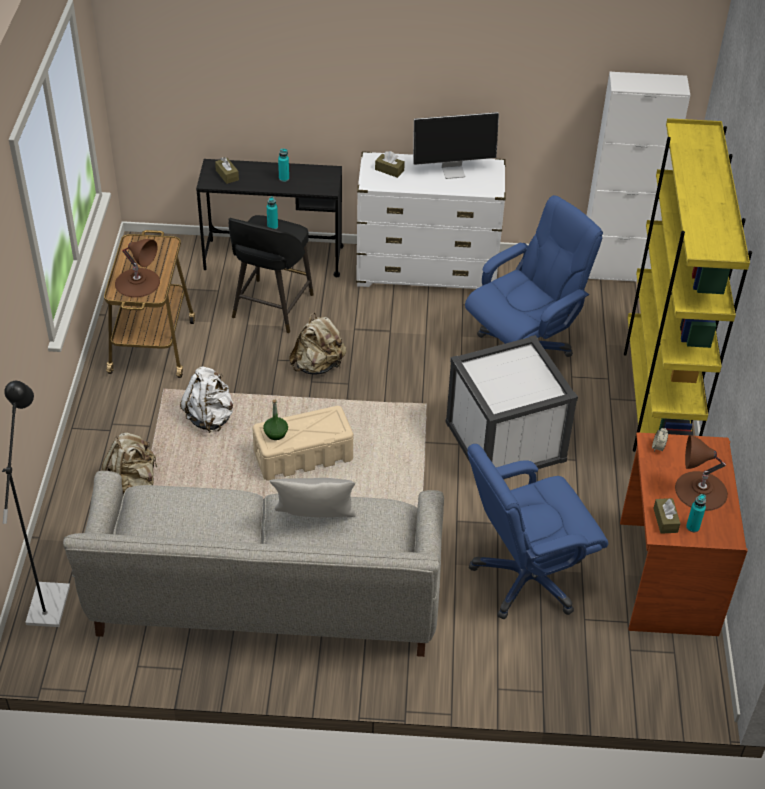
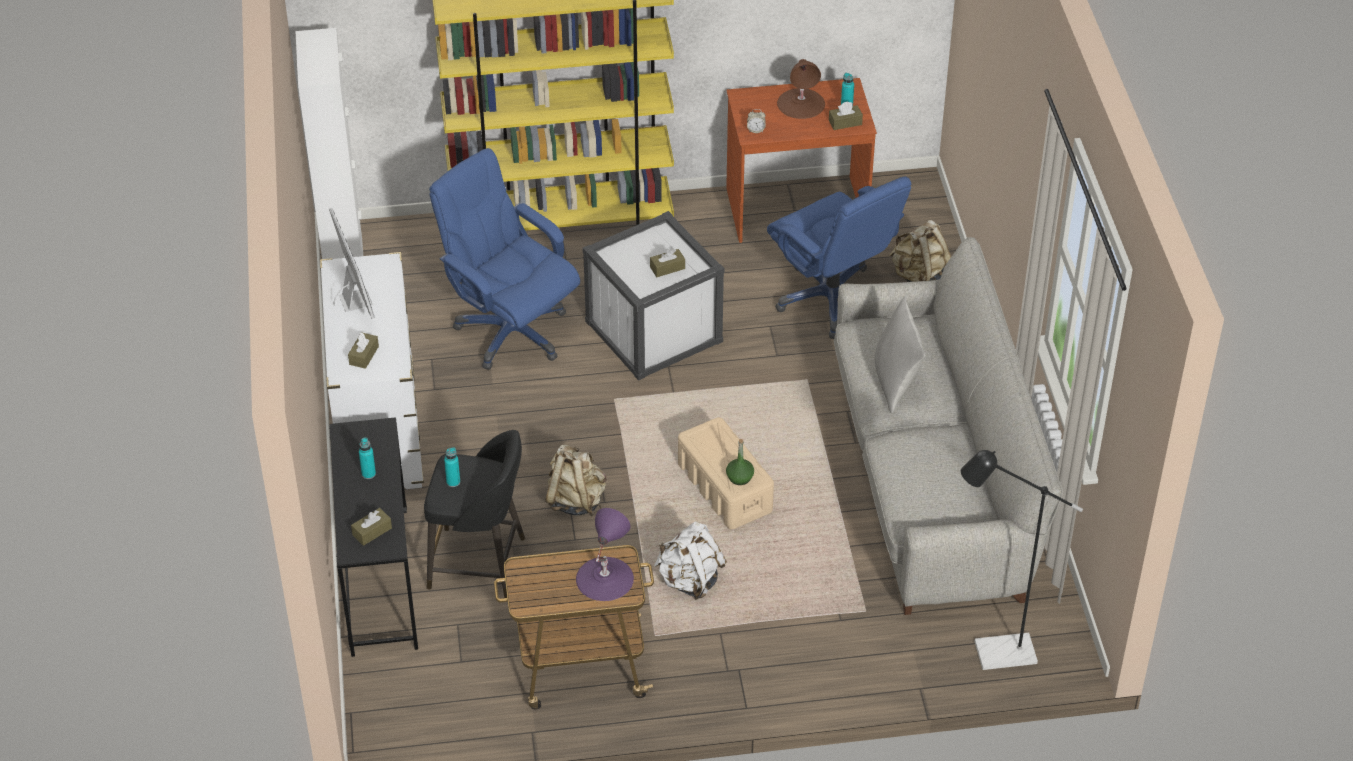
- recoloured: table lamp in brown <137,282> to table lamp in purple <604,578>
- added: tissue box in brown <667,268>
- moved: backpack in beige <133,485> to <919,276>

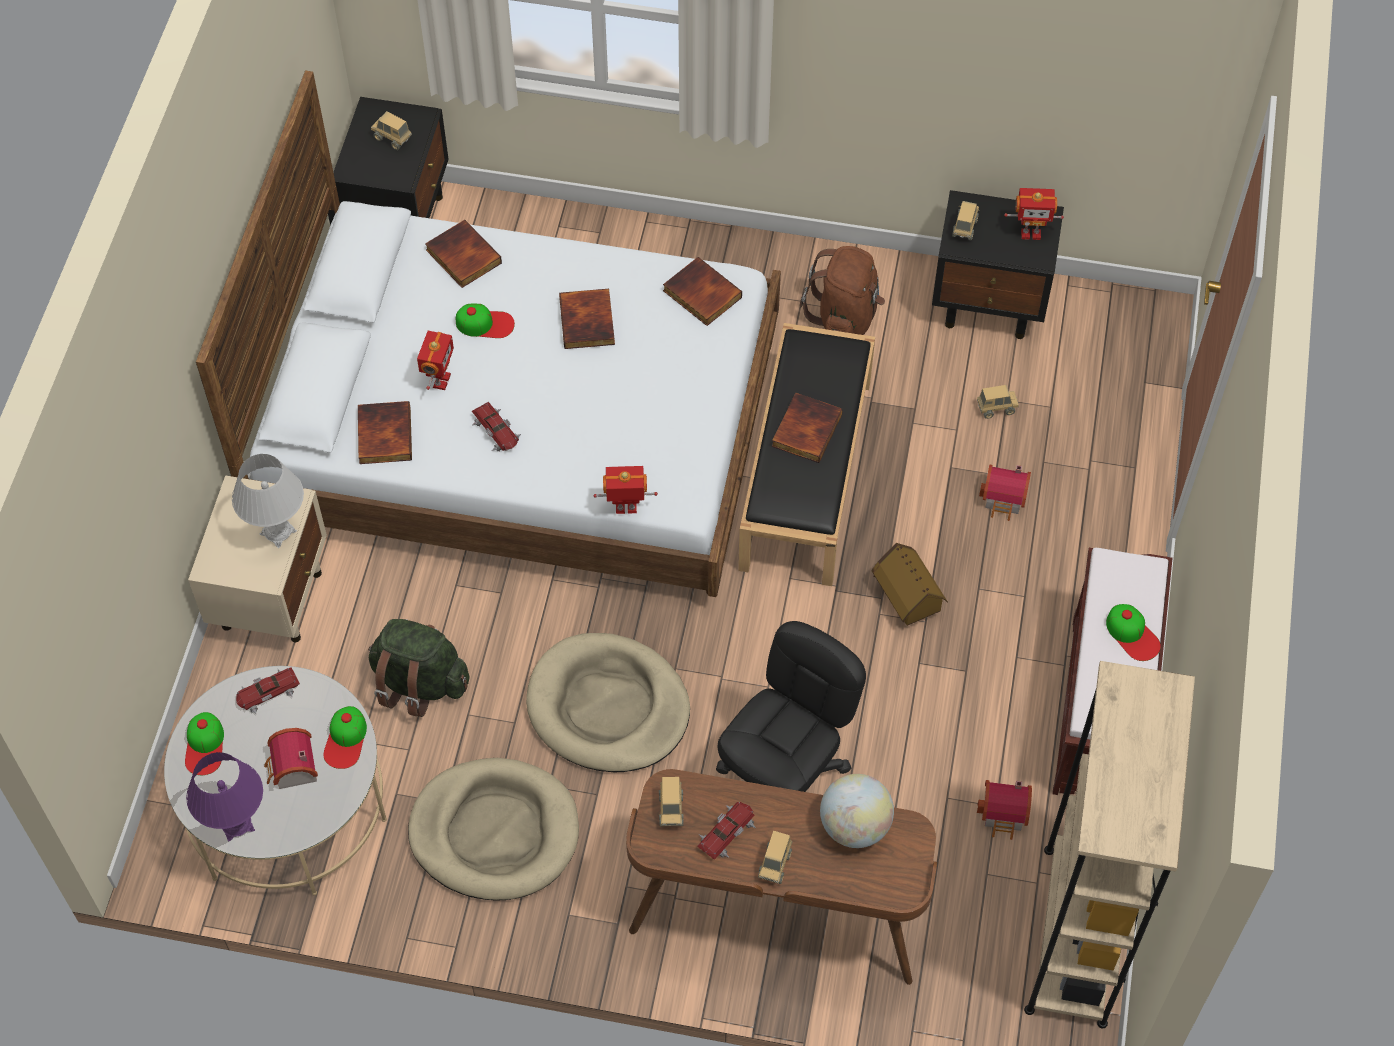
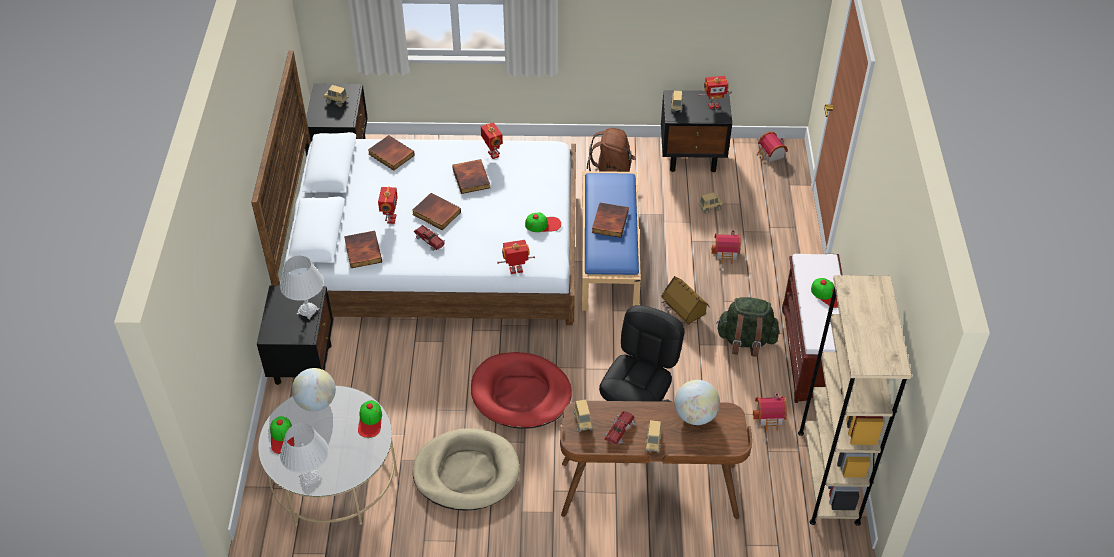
- recoloured: nightstand in beige <272,598> to nightstand in black <303,363>
- recoloured: table lamp in purple <237,824> to table lamp in white <311,478>
- replaced: toy car <268,693> to globe <316,402>
- moved: book <701,294> to <435,213>
- recoloured: dog bed in beige <608,707> to dog bed in red <520,393>
- added: toy robot <492,155>
- moved: cap <485,323> to <543,224>
- recoloured: bench in black <805,472> to bench in blue <608,254>
- moved: backpack in green <419,683> to <746,341>
- moved: toy house <292,770> to <770,155>

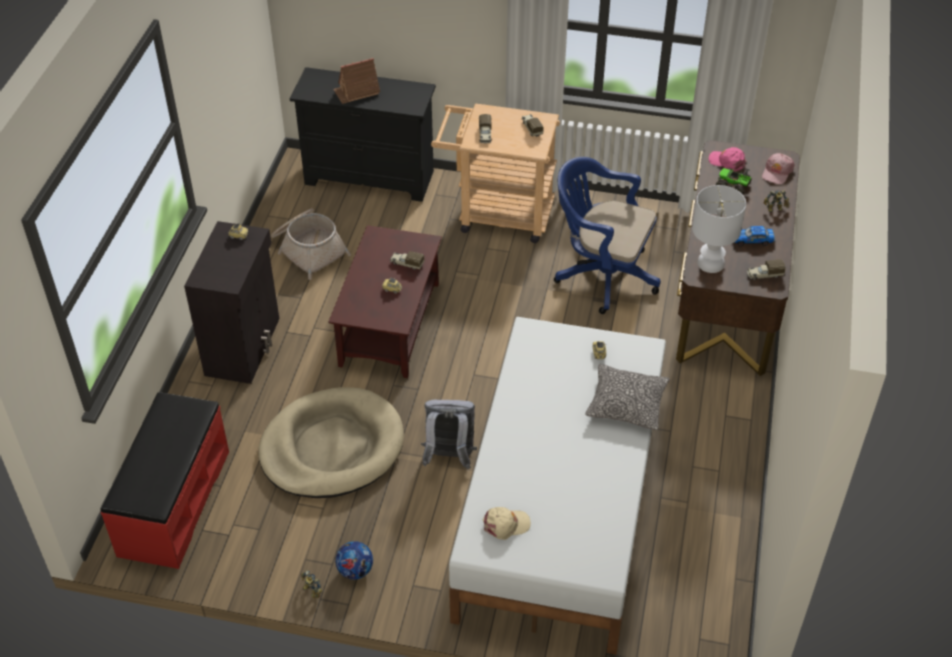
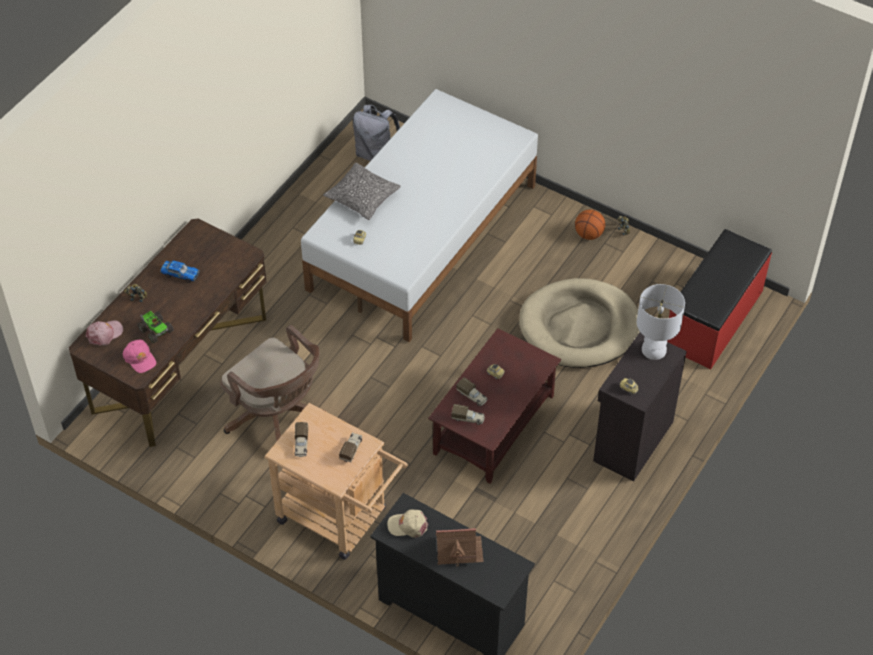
- recoloured: office chair in blue <601,275> to office chair in brown <278,418>
- moved: backpack in grey <449,457> to <376,154>
- moved: cap in beige <506,525> to <408,525>
- moved: toy truck <764,275> to <468,418>
- replaced: football <355,570> to basketball <589,234>
- moved: table lamp in white <710,264> to <654,349>
- removed: basket <308,249>

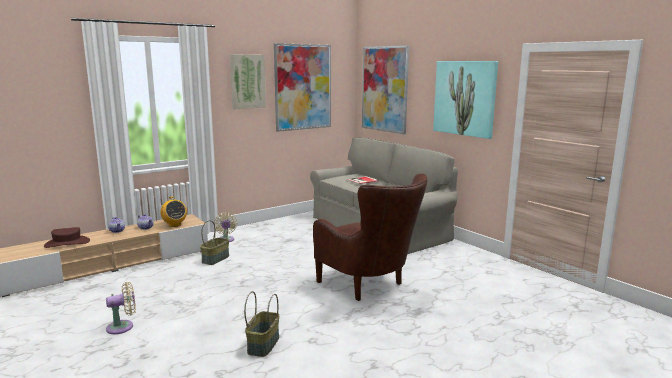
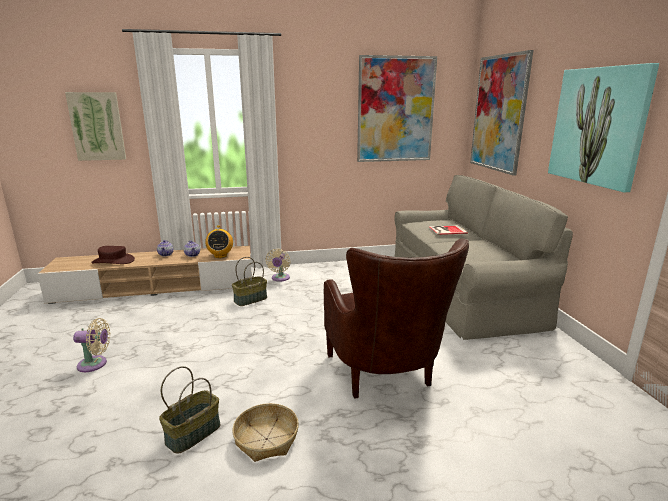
- moved: picture <247,81> to <97,126>
- added: basket <266,439>

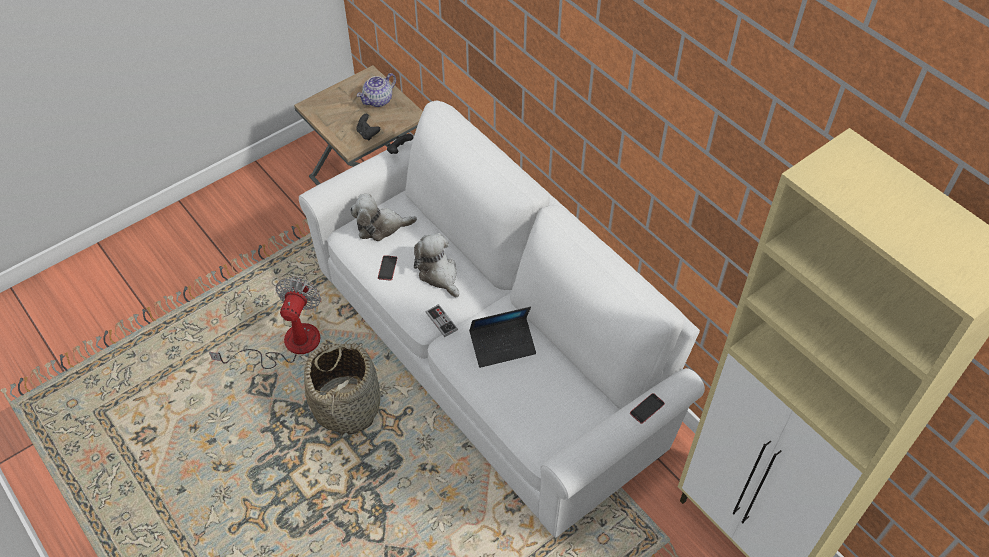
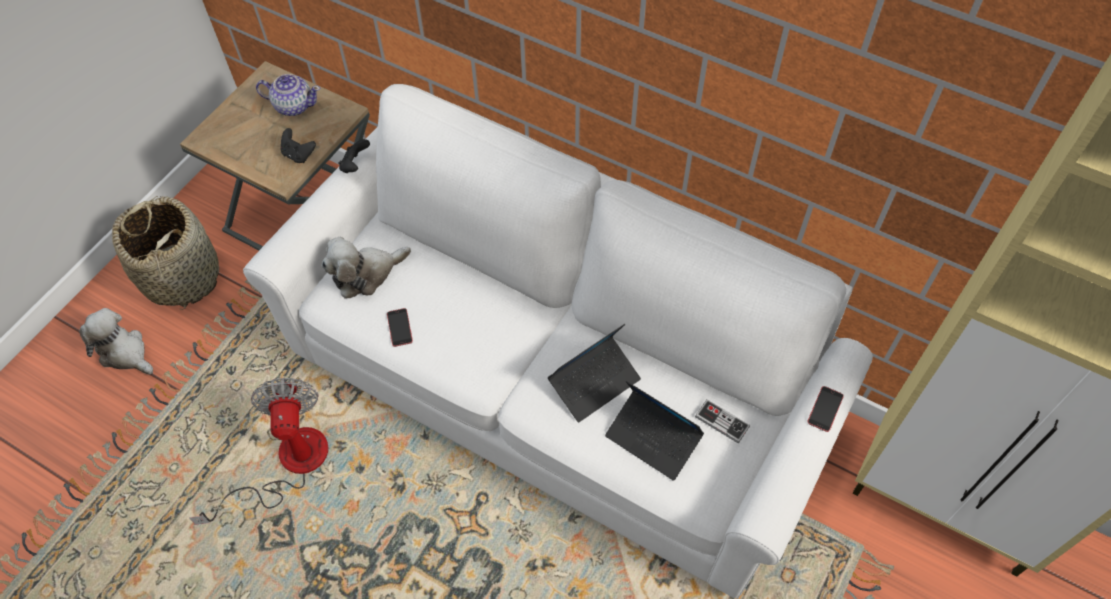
- moved: plush toy <439,274> to <124,352>
- moved: basket <347,405> to <181,276>
- turned: teapot <378,100> = <293,105> 105 degrees counterclockwise
- added: laptop <653,439>
- moved: game controller <441,321> to <722,422>

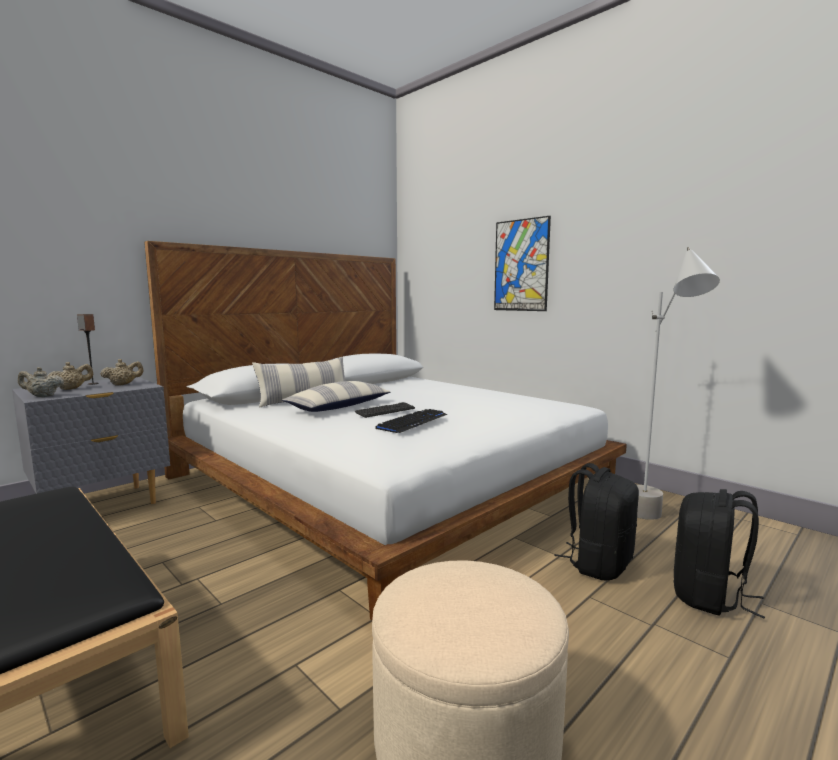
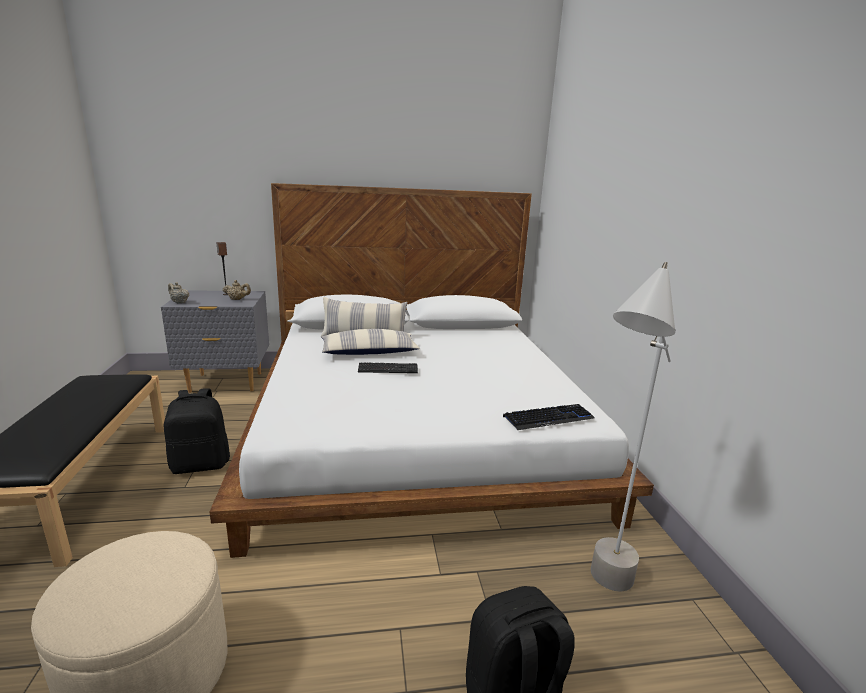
- moved: backpack in black <598,564> to <201,464>
- moved: keyboard <413,422> to <548,418>
- removed: teapot in beige <72,389>
- removed: picture <521,265>

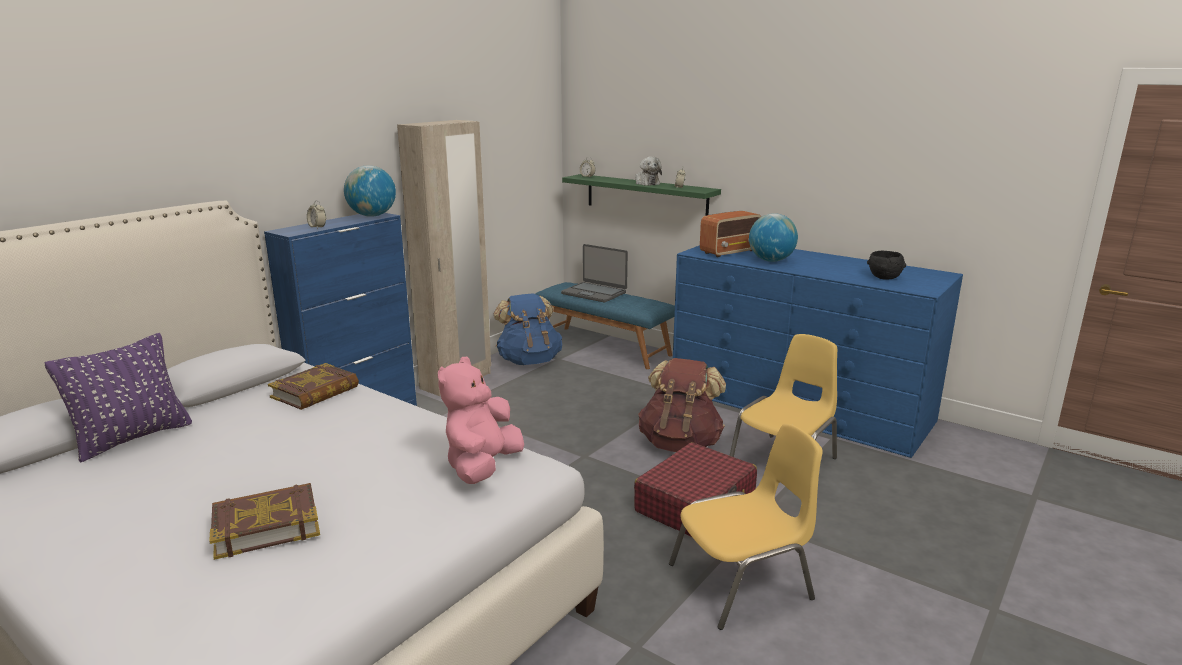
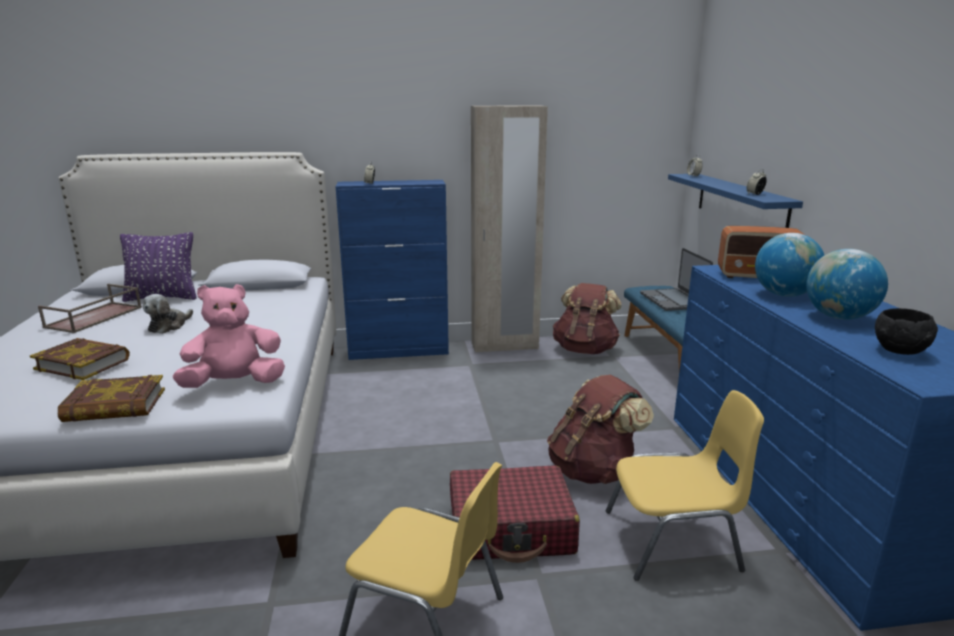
- added: tray in brown <94,317>
- moved: book <315,392> to <115,406>
- moved: plush toy <646,183> to <169,326>
- recoloured: backpack in blue <529,361> to backpack in brown <585,350>
- recoloured: shelf in green <646,197> to shelf in blue <740,204>
- moved: globe <372,216> to <838,317>

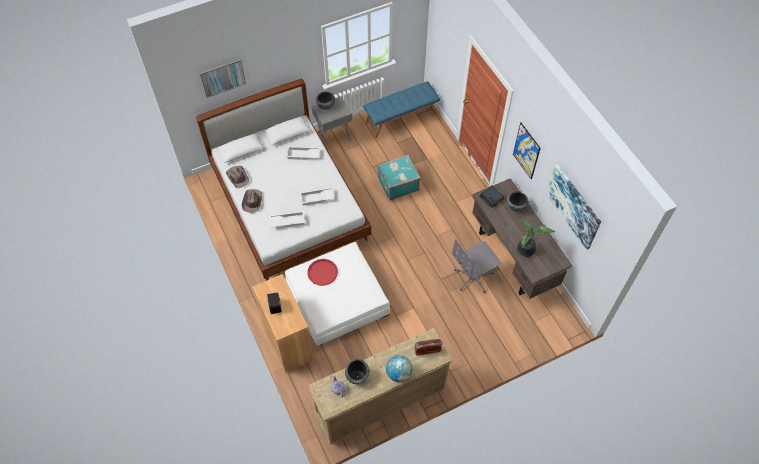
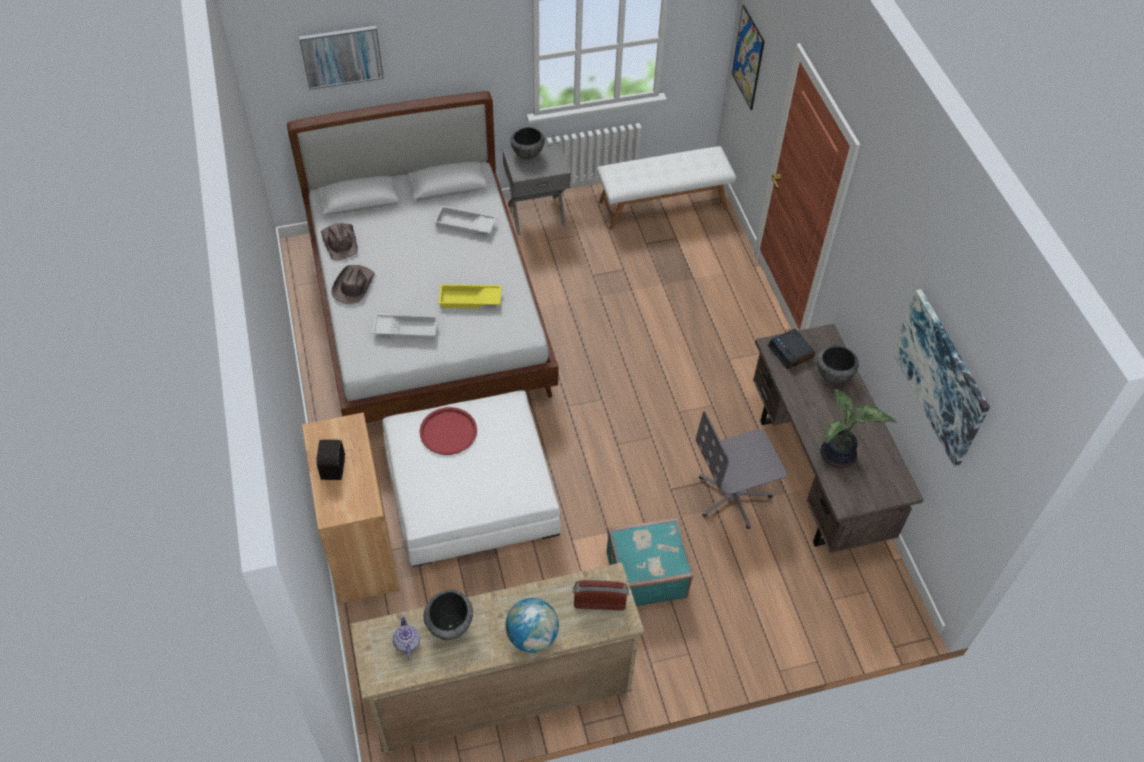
- recoloured: tray in white <317,198> to tray in yellow <470,300>
- recoloured: bench in blue <401,118> to bench in white <662,204>
- moved: suitcase in turquoise <397,184> to <645,574>
- moved: picture <526,151> to <748,58>

